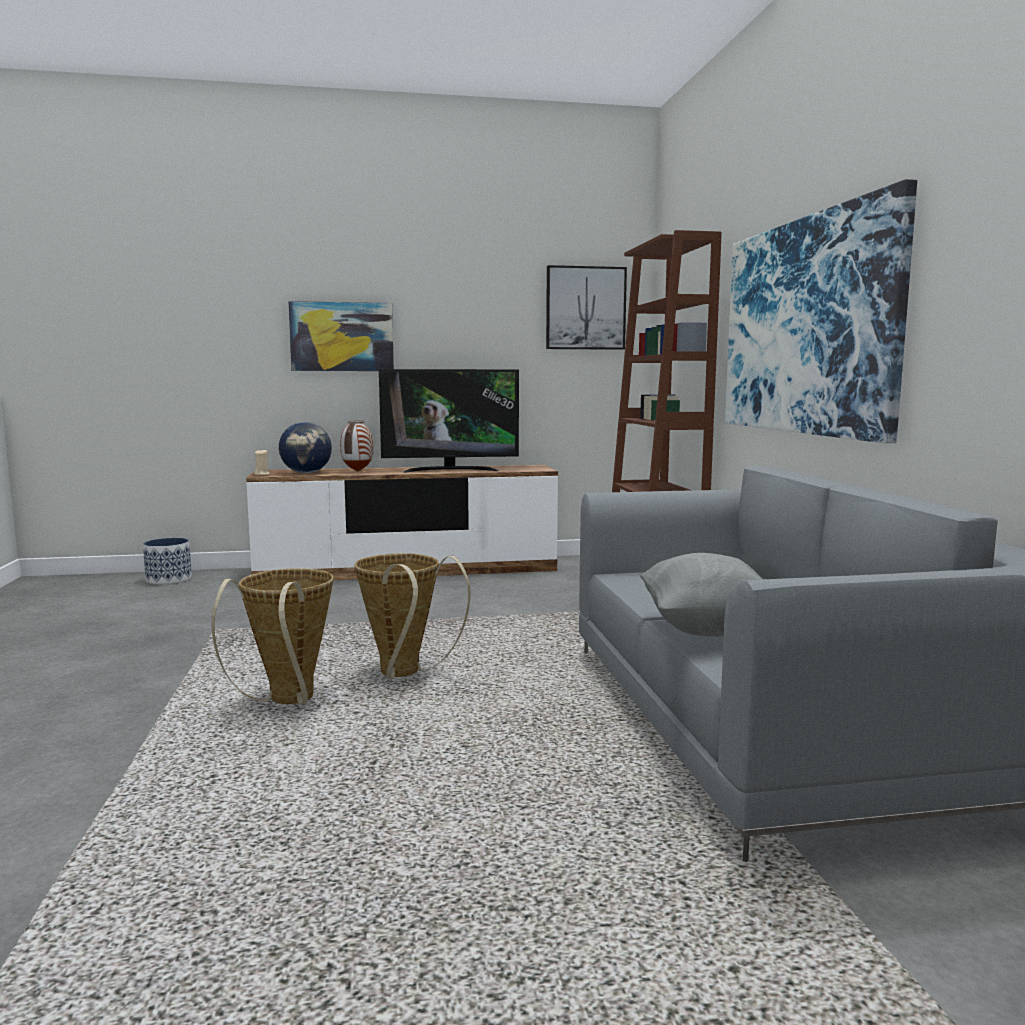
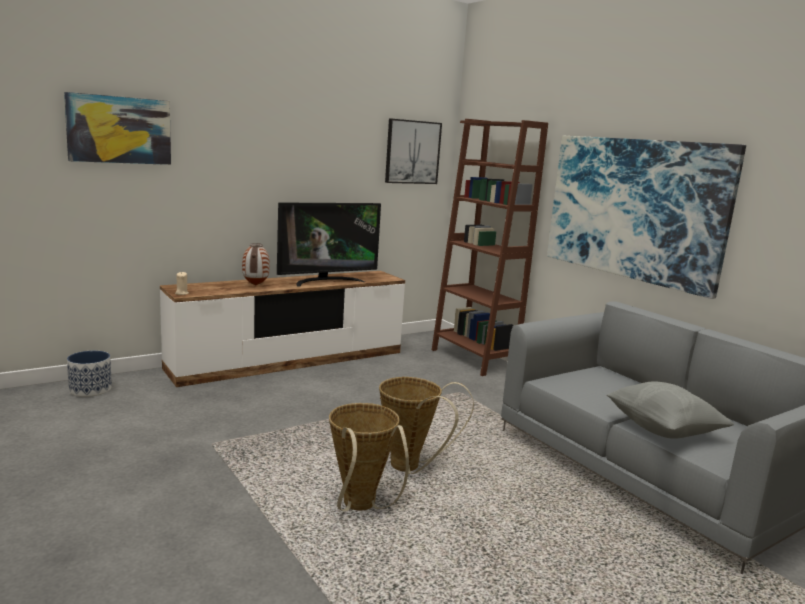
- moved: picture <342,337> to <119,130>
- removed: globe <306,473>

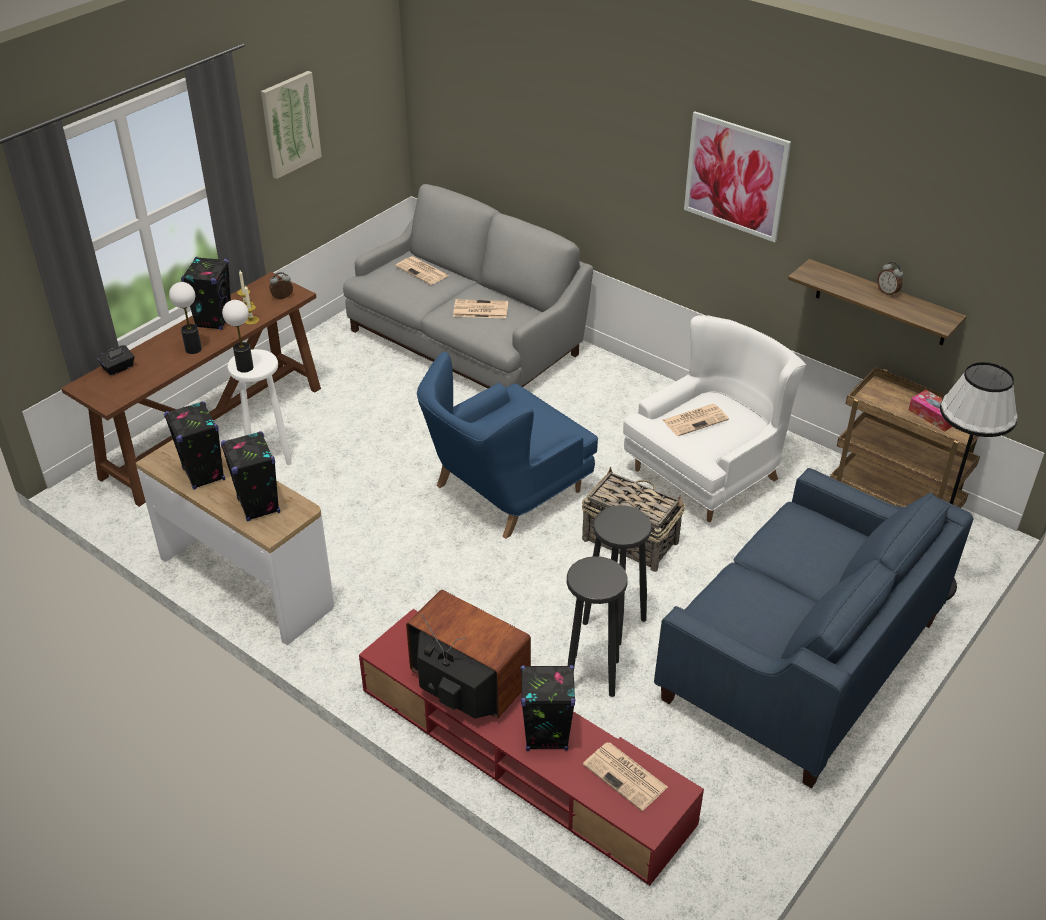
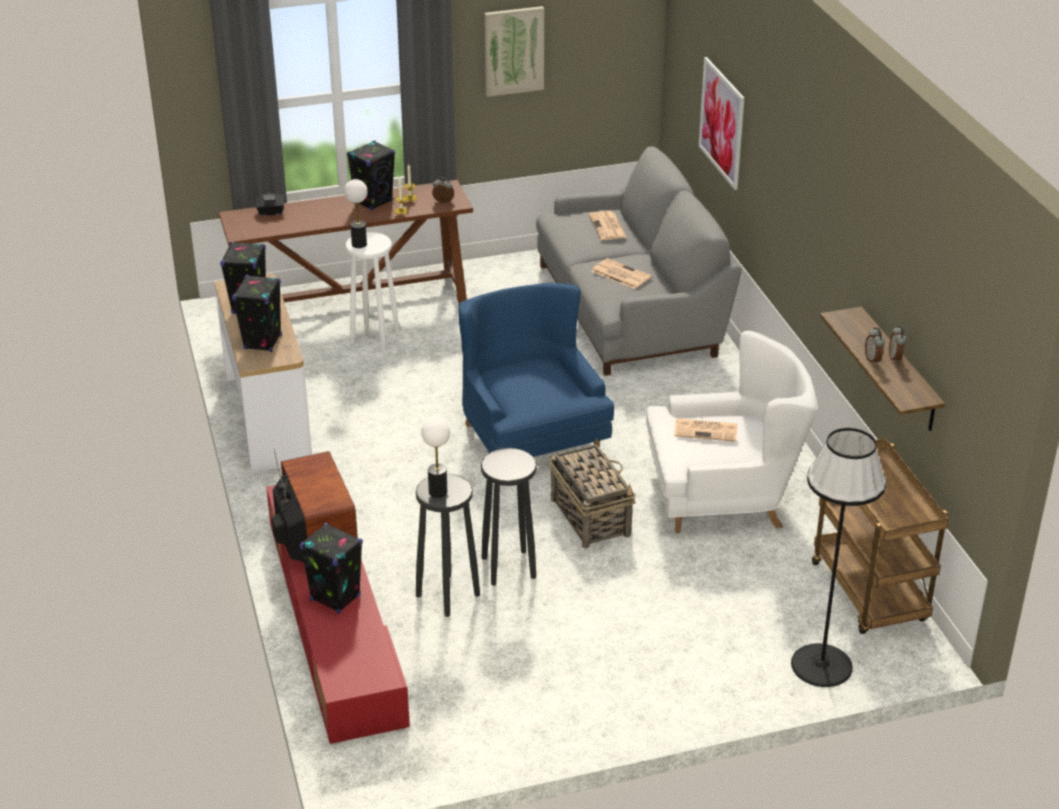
- moved: table lamp <193,349> to <437,492>
- turned: armchair in blue <505,490> = <530,436> 75 degrees clockwise
- moved: picture <735,176> to <722,122>
- added: alarm clock <873,360>
- removed: newspaper <626,776>
- removed: sofa in blue <800,660>
- removed: tissue box <933,416>

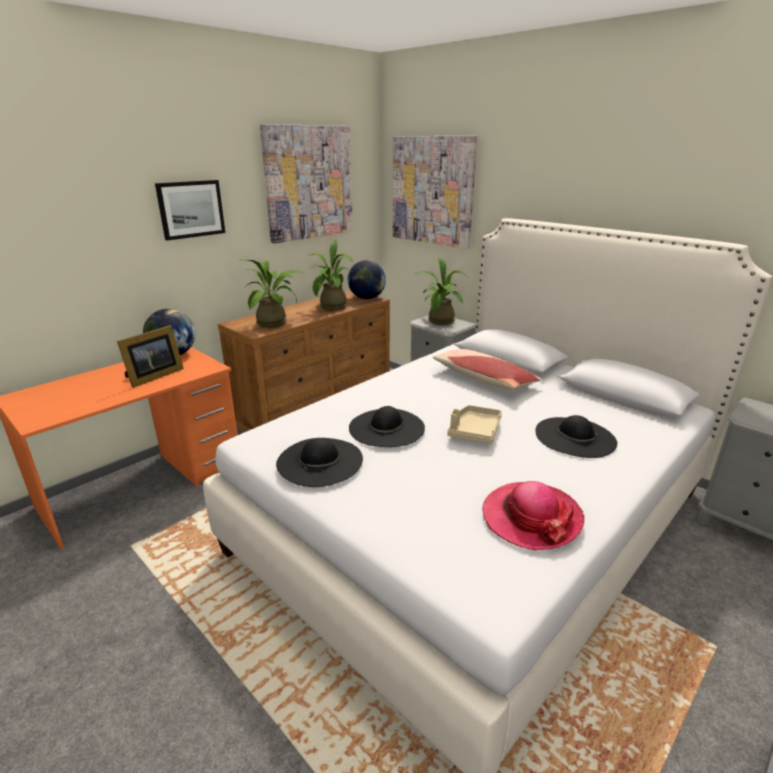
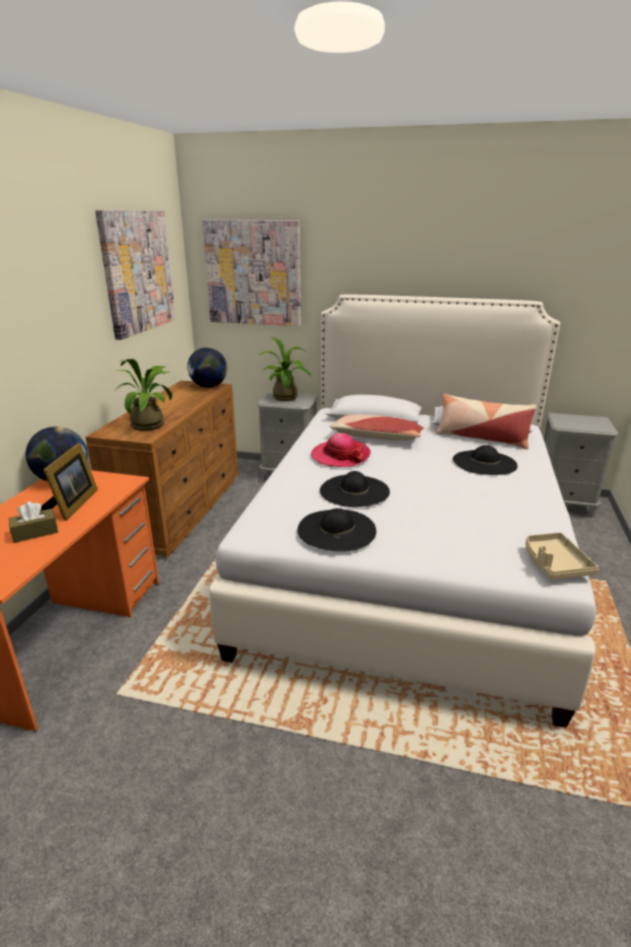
- added: tissue box in brown <35,532>
- moved: hat <531,517> to <340,456>
- added: pillow <481,438>
- moved: tray in beige <474,431> to <554,564>
- removed: picture <191,209>
- removed: potted plant <331,308>

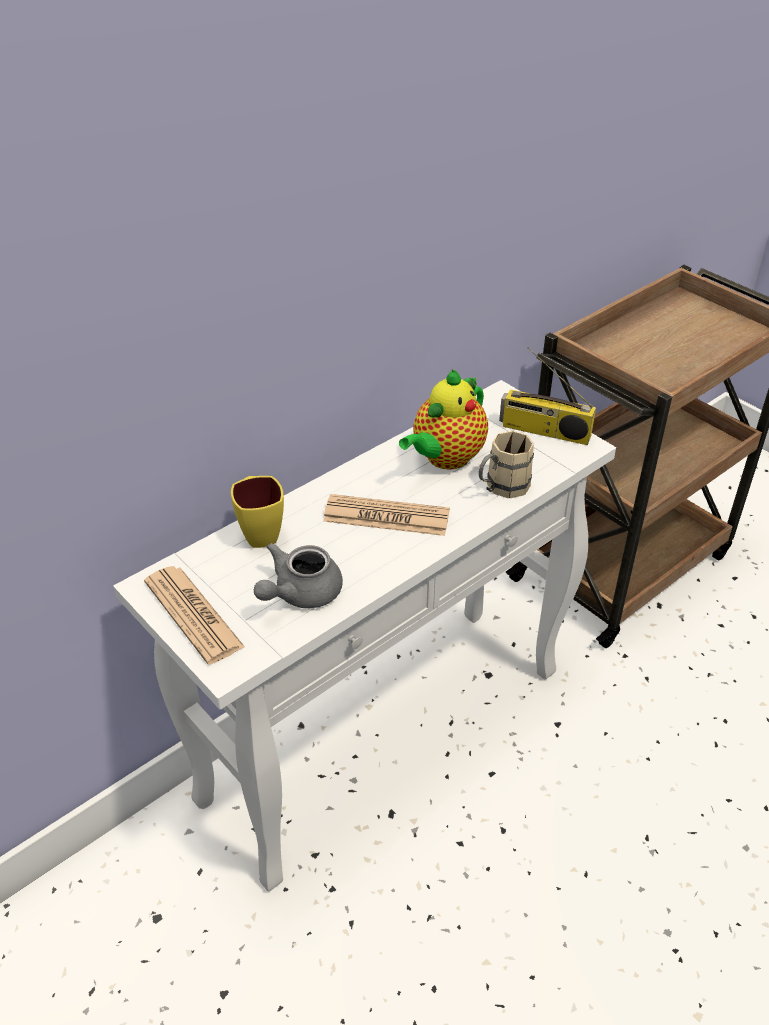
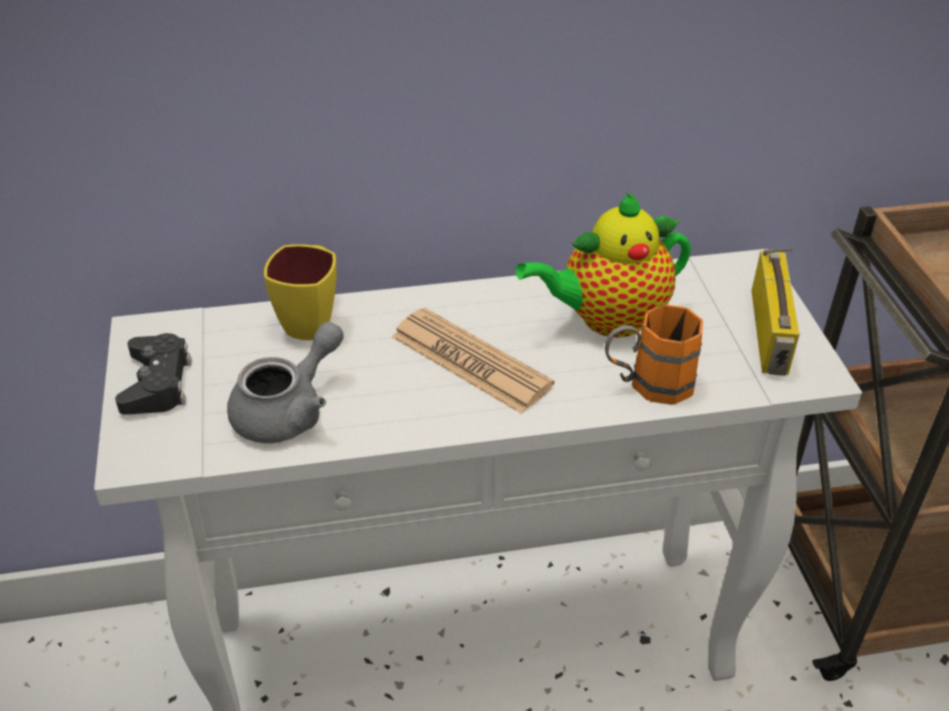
- replaced: newspaper <193,614> to game controller in black <157,383>
- turned: teapot in grey <300,594> = <289,410> 150 degrees clockwise
- recoloured: mug in beige <501,489> to mug in orange <647,384>
- turned: radio <544,431> = <771,333> 135 degrees counterclockwise

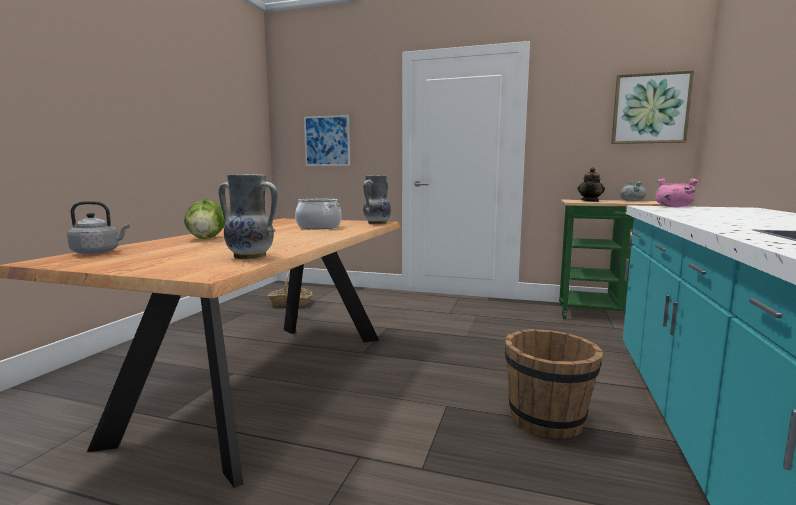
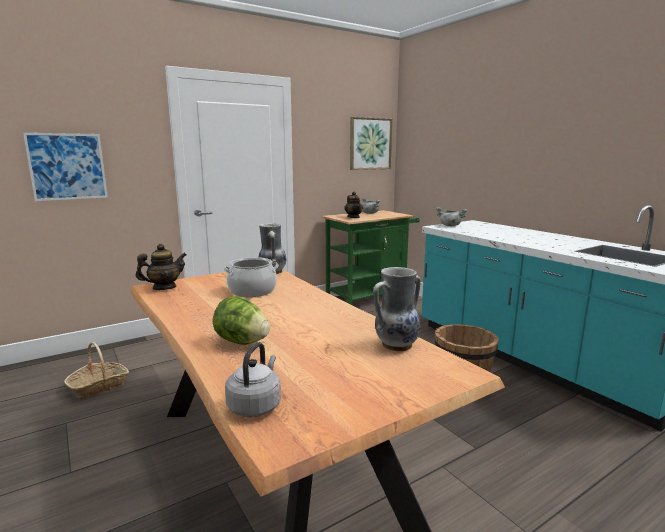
- added: teapot <164,288>
- recoloured: cooking pot in pink <672,207> to cooking pot in grey <450,226>

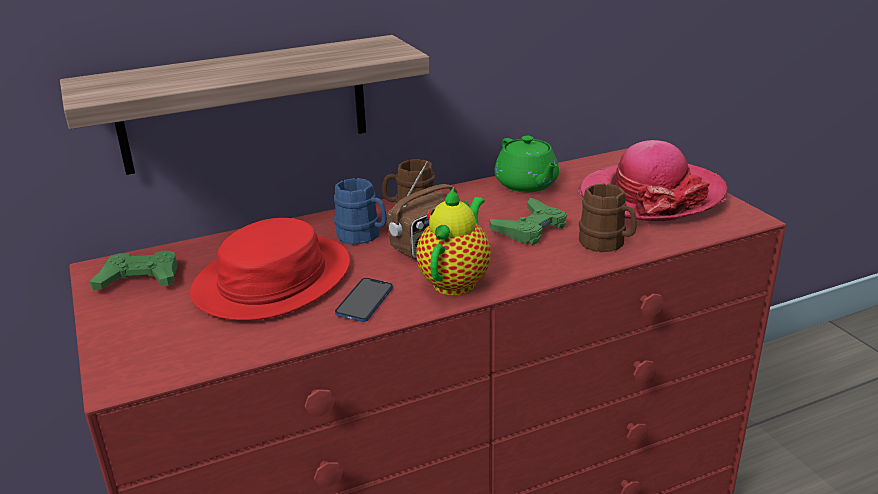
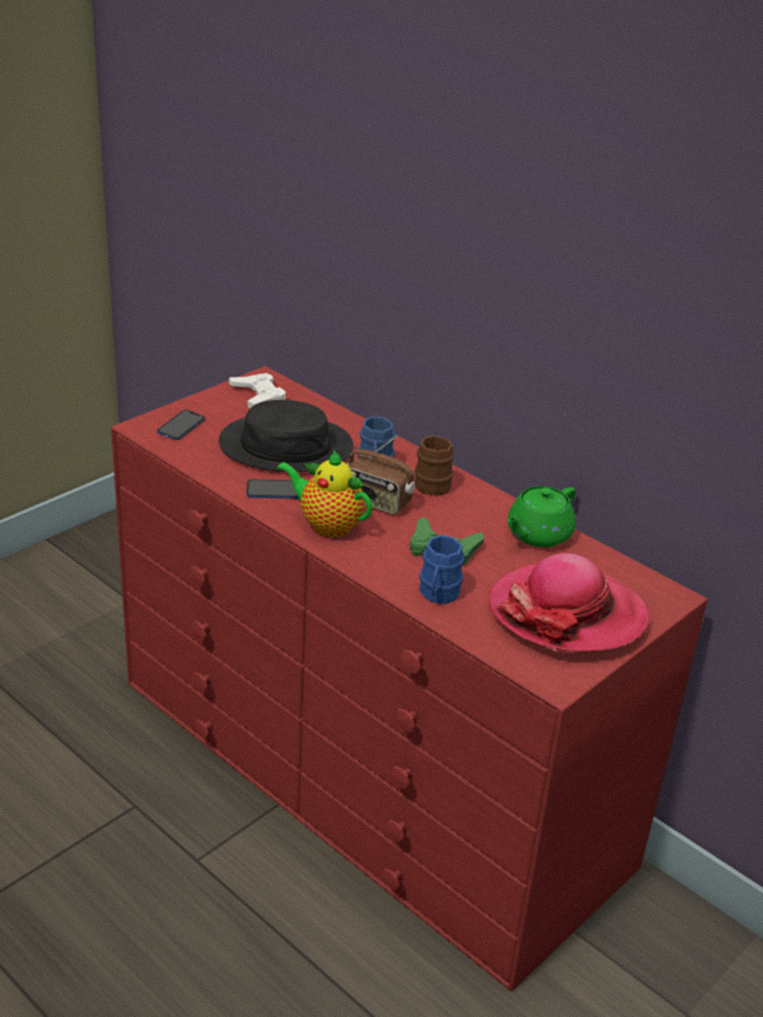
- added: phone <181,426>
- recoloured: hat in red <272,279> to hat in black <286,446>
- recoloured: game controller in green <139,279> to game controller in white <258,396>
- turned: teapot <456,280> = <327,525> 150 degrees counterclockwise
- recoloured: mug in brown <606,244> to mug in blue <438,594>
- removed: shelf <245,104>

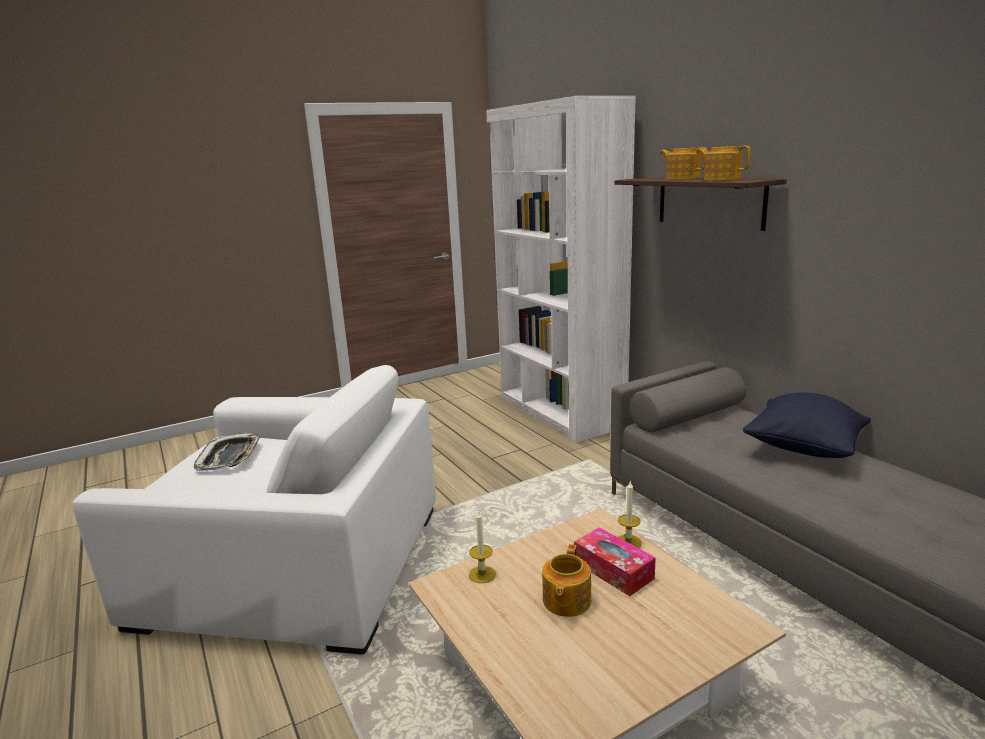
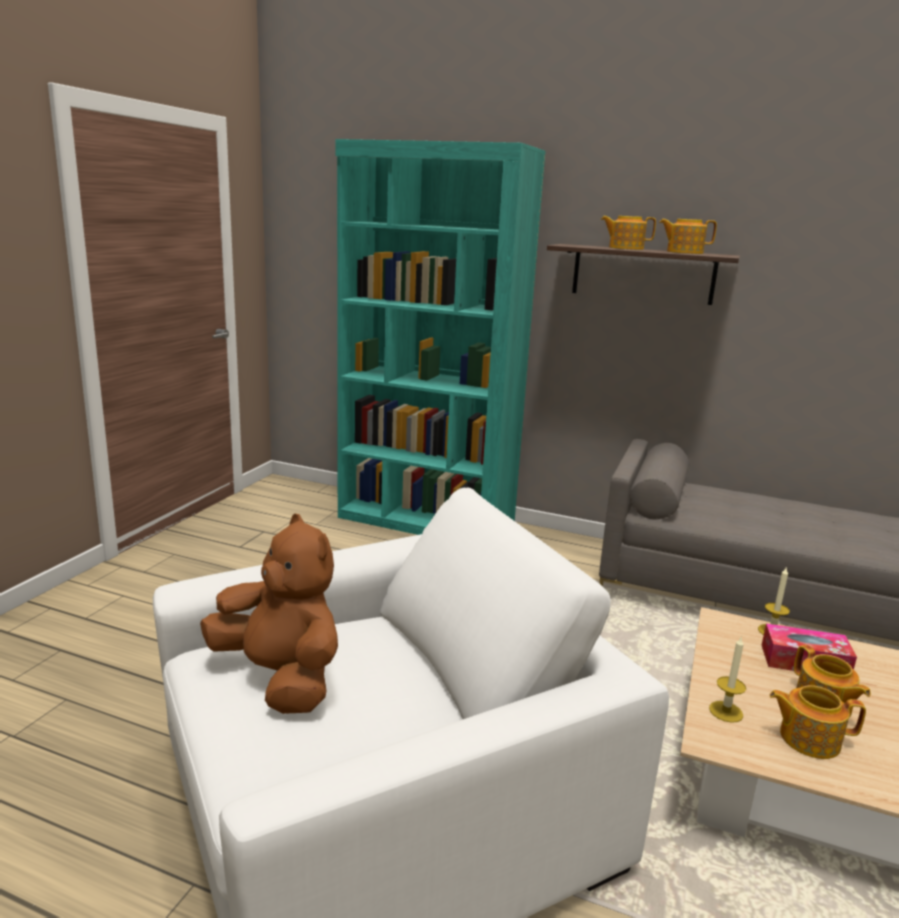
- replaced: tray <230,457> to plush toy in brown <280,678>
- recoloured: bookcase in white <559,412> to bookcase in turquoise <426,521>
- added: teapot <807,738>
- removed: pillow in black <803,450>

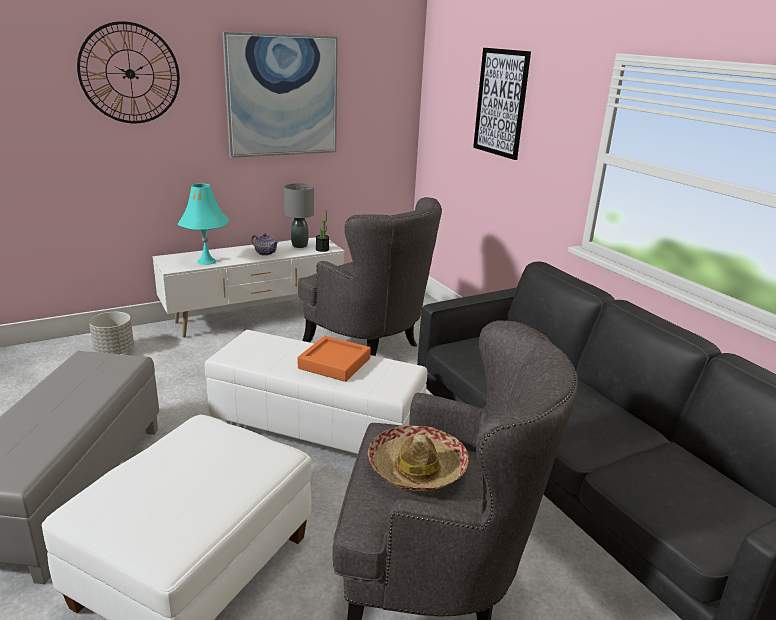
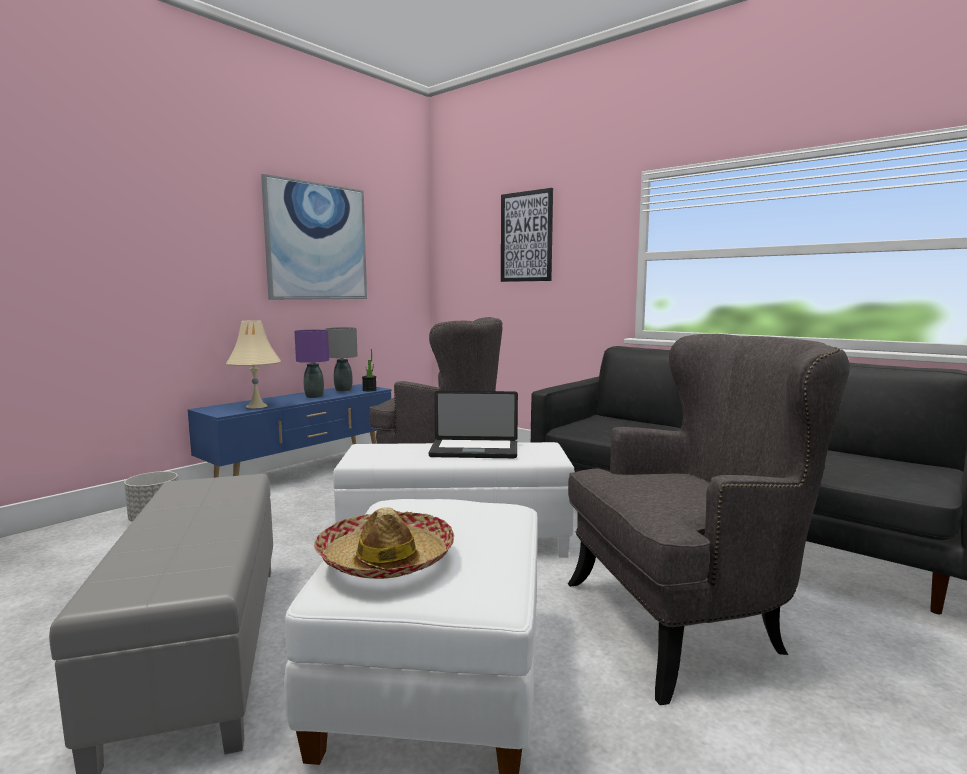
- recoloured: tv stand in white <255,317> to tv stand in blue <303,471>
- recoloured: table lamp in turquoise <206,261> to table lamp in beige <257,406>
- replaced: teapot <265,253> to table lamp in purple <314,396>
- moved: hat <416,468> to <385,559>
- replaced: tray in orange <334,363> to laptop <474,451>
- removed: wall clock <130,73>

